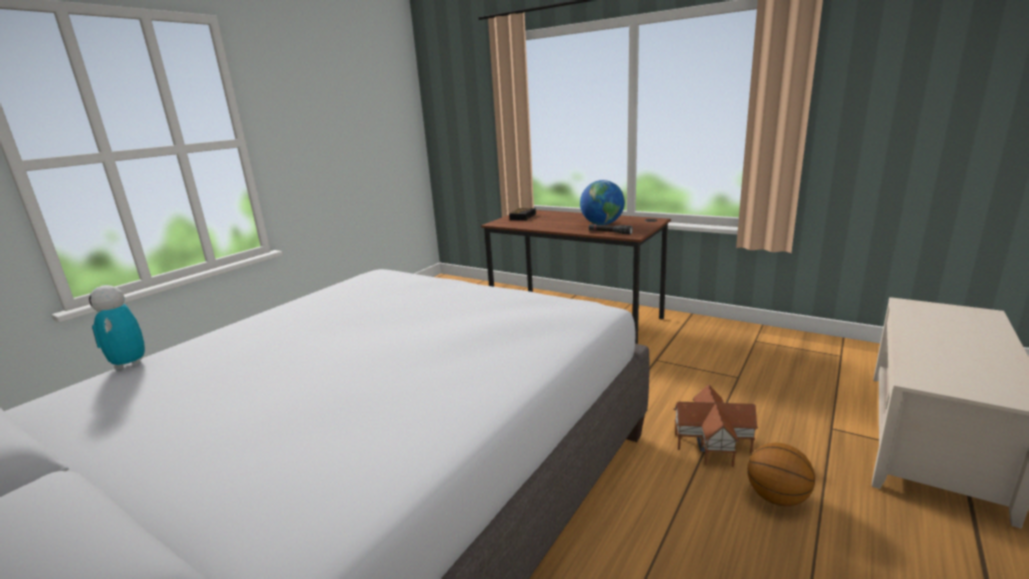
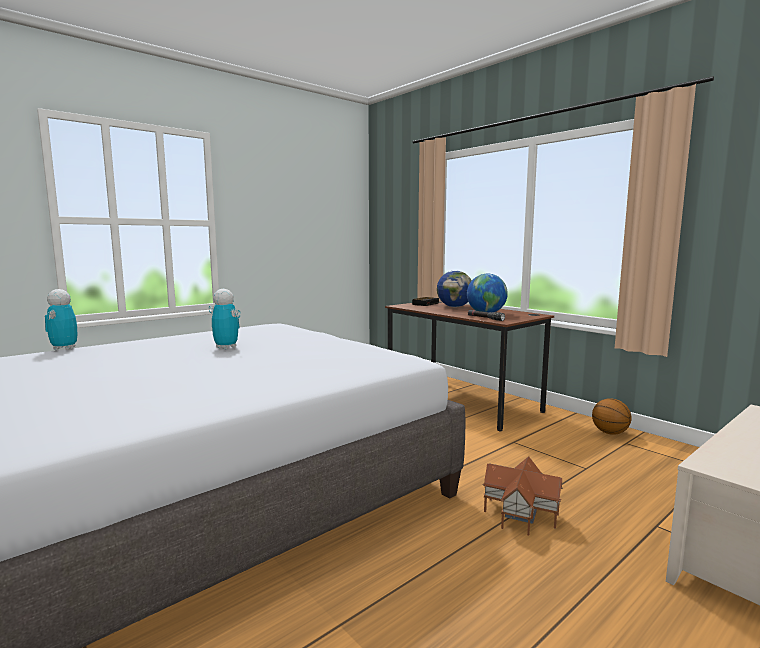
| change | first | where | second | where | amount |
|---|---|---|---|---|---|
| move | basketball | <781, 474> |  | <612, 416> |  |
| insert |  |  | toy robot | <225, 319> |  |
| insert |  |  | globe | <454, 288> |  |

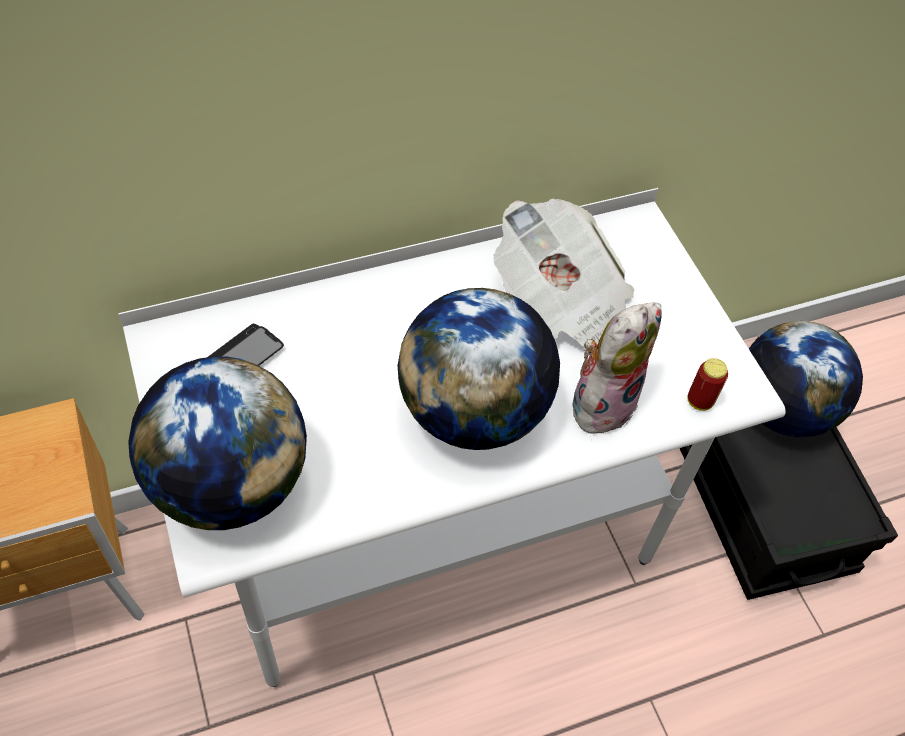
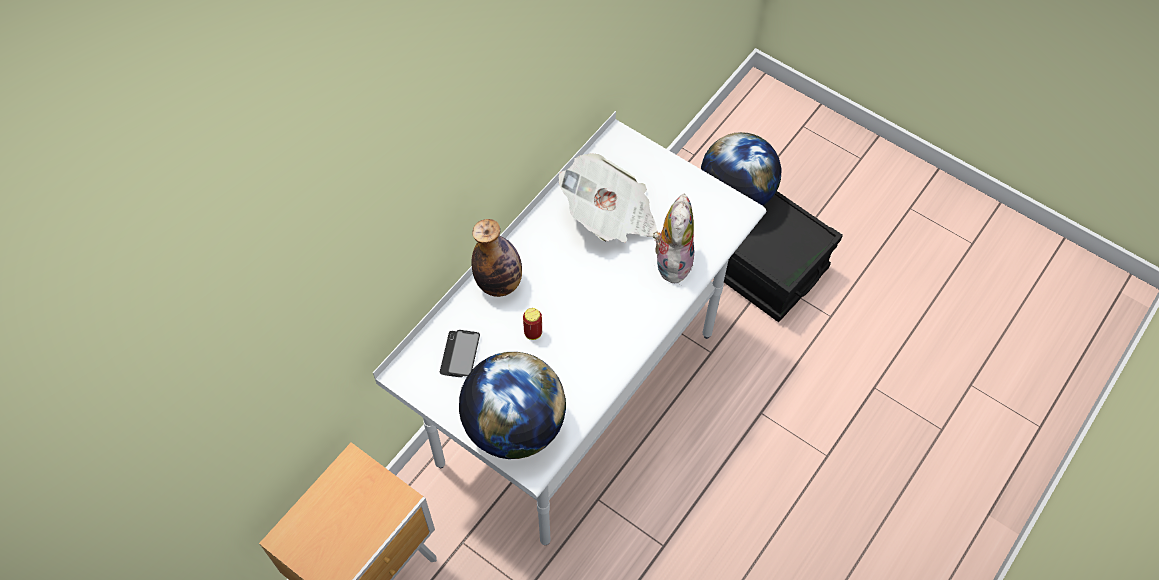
| change | first | where | second | where | amount |
|---|---|---|---|---|---|
| delete | globe | <479, 369> |  |  |  |
| move | can | <707, 384> |  | <532, 324> |  |
| insert |  |  | bottle | <496, 258> |  |

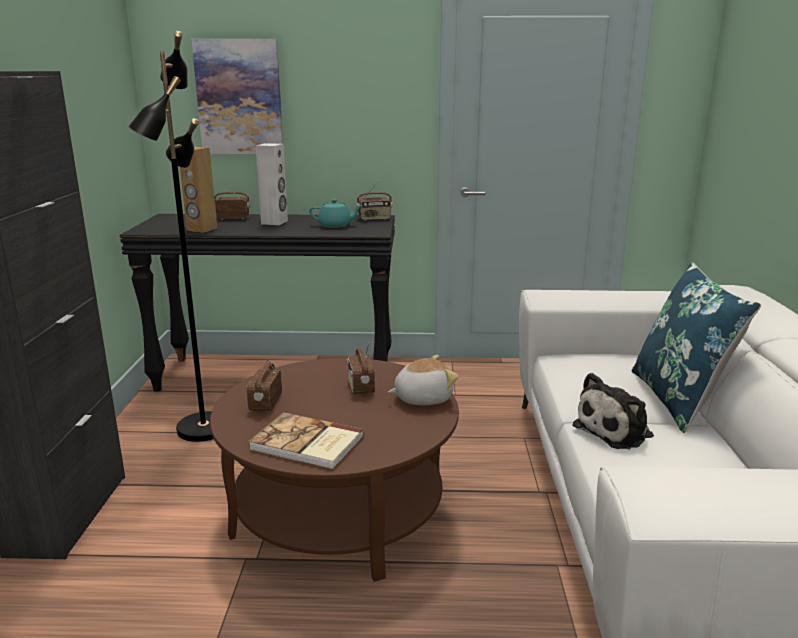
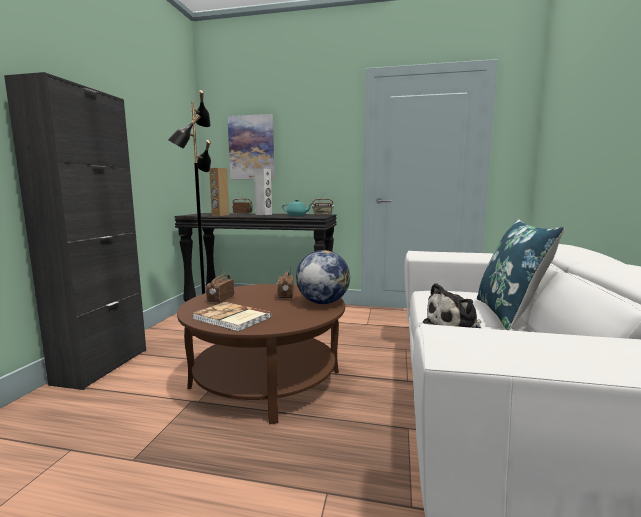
| change | first | where | second | where | amount |
|---|---|---|---|---|---|
| replace | plush toy | <423, 380> | globe | <323, 277> |  |

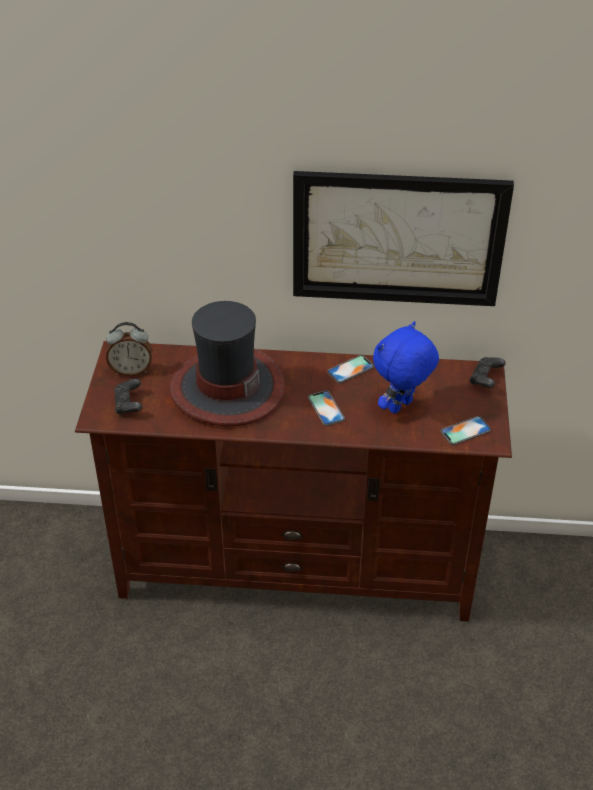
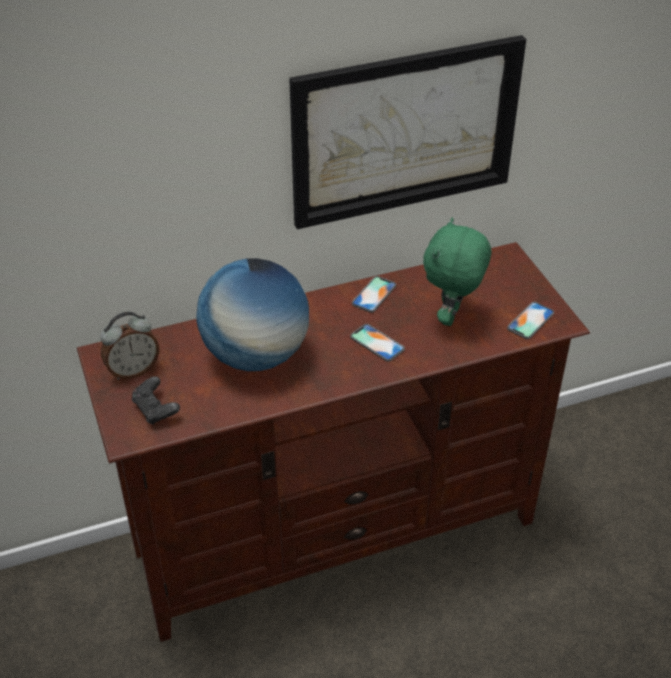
| change | first | where | second | where | amount |
|---|---|---|---|---|---|
| replace | hat | <227, 363> | globe | <252, 314> |  |
| recolor | plush toy (blue) | <406, 367> | plush toy (green) | <457, 271> |  |
| delete | game controller (black) | <487, 372> |  |  |  |

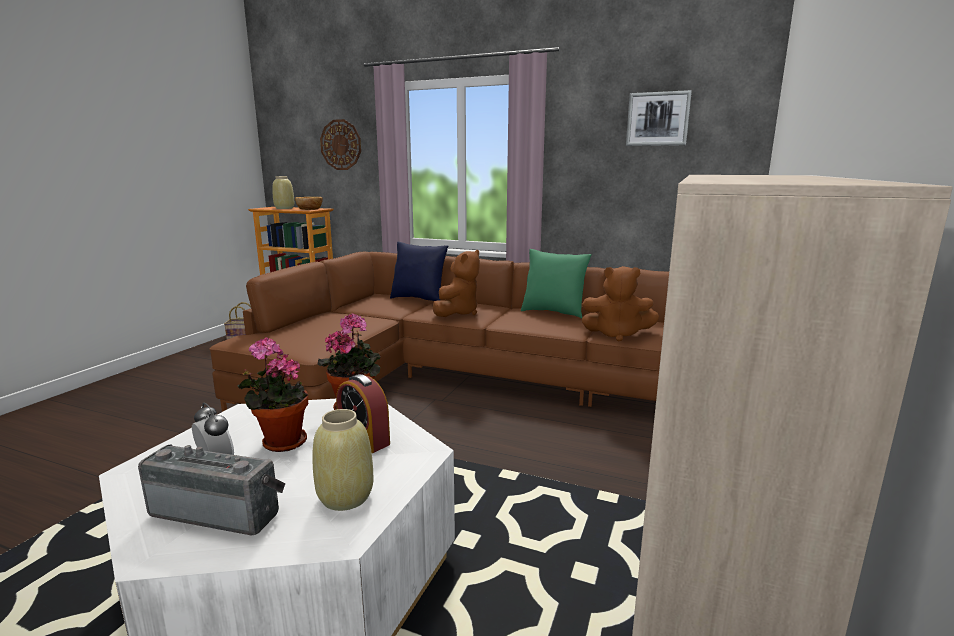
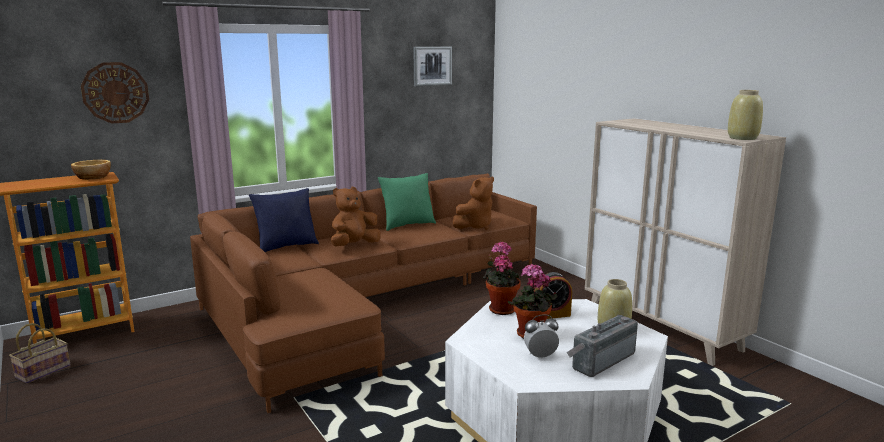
| change | first | where | second | where | amount |
|---|---|---|---|---|---|
| move | vase (beige) | <283, 192> |  | <745, 115> |  |
| rotate | plush toy (brown) | <456, 283> |  | <355, 216> | 105 degrees counterclockwise |

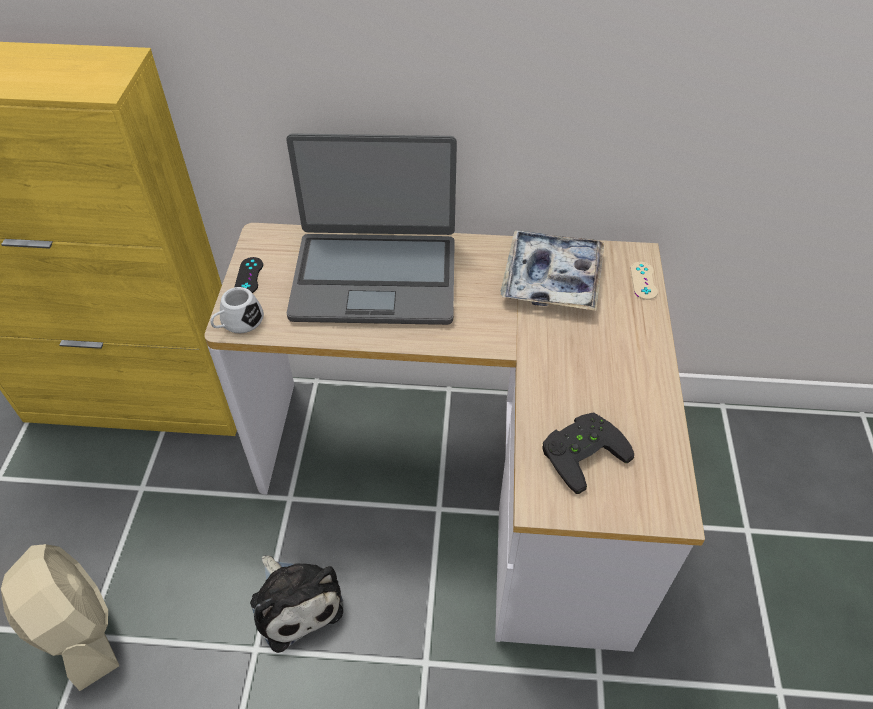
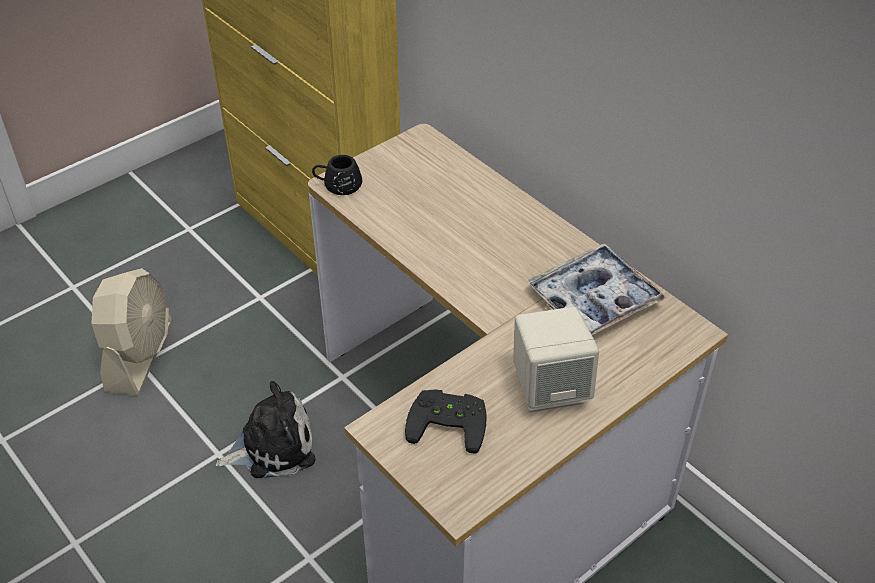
| change | first | where | second | where | amount |
|---|---|---|---|---|---|
| recolor | mug (white) | <237, 310> | mug (black) | <337, 175> |  |
| delete | game controller (black) | <249, 275> |  |  |  |
| rotate | plush toy | <296, 604> |  | <265, 429> | 120 degrees counterclockwise |
| delete | laptop | <371, 229> |  |  |  |
| delete | game controller (beige) | <644, 281> |  |  |  |
| insert |  |  | speaker (beige) | <556, 359> |  |

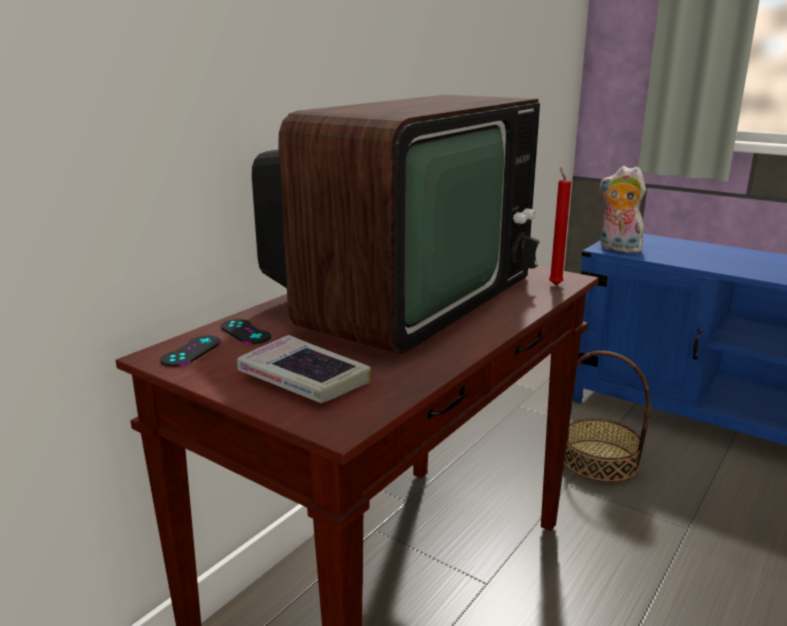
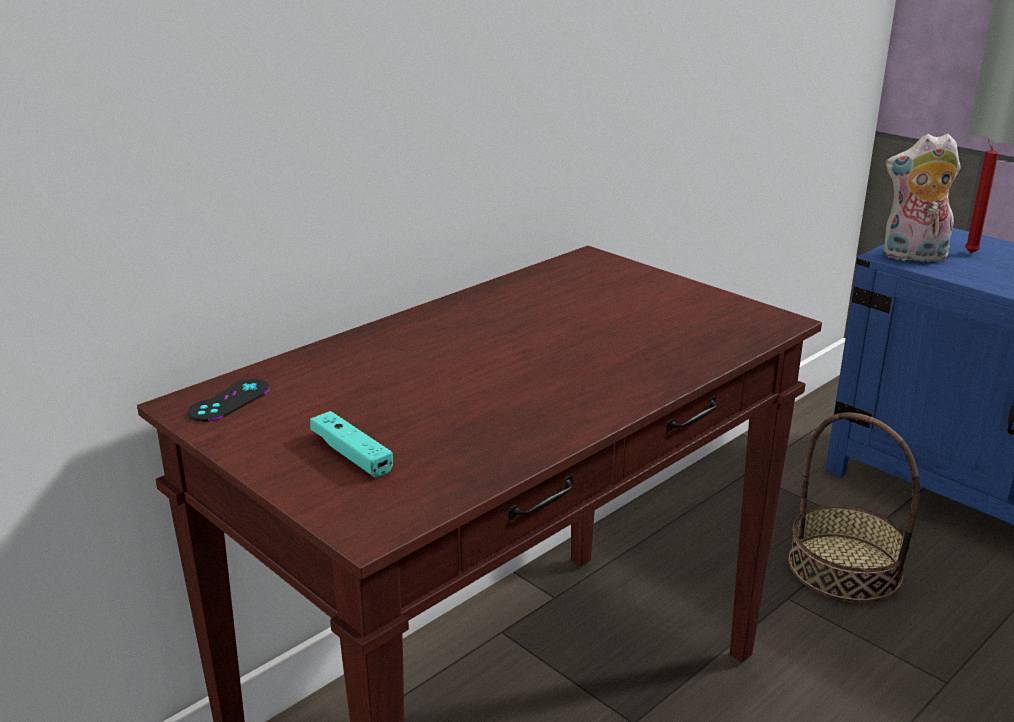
| change | first | where | second | where | amount |
|---|---|---|---|---|---|
| delete | game controller (black) | <246, 331> |  |  |  |
| replace | book | <304, 369> | game controller (turquoise) | <351, 444> |  |
| delete | television | <396, 224> |  |  |  |
| move | candle (red) | <560, 226> |  | <982, 195> |  |
| rotate | plush toy | <623, 209> |  | <922, 198> | 45 degrees counterclockwise |

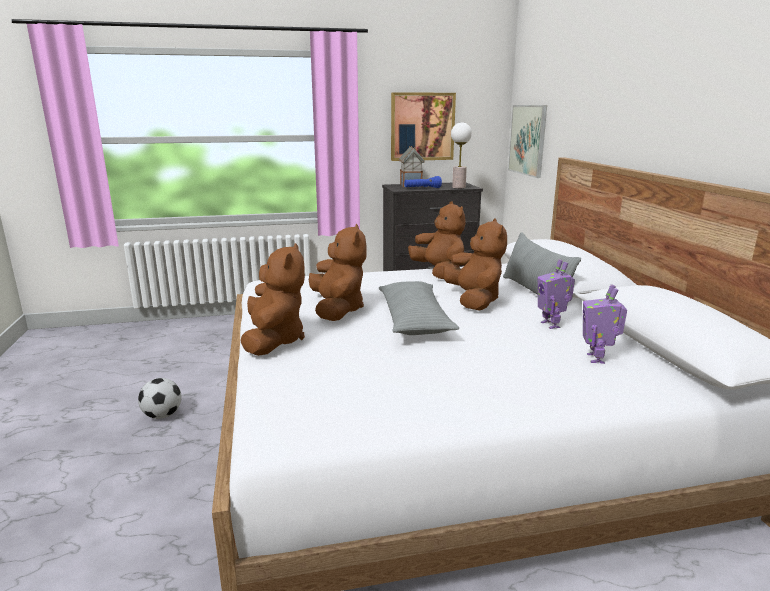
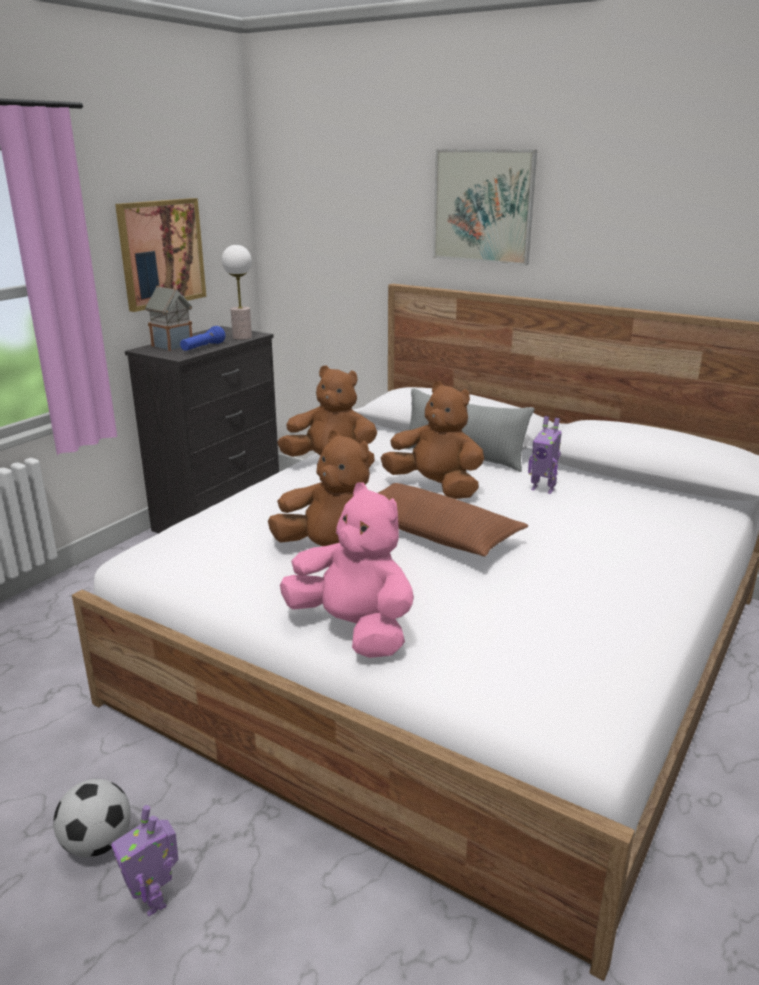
| change | first | where | second | where | amount |
|---|---|---|---|---|---|
| recolor | plush toy (brown) | <272, 299> | plush toy (pink) | <347, 570> |  |
| recolor | pillow (grey) | <419, 308> | pillow (brown) | <453, 519> |  |
| move | picture | <527, 141> |  | <485, 207> |  |
| move | toy robot | <605, 324> |  | <144, 861> |  |

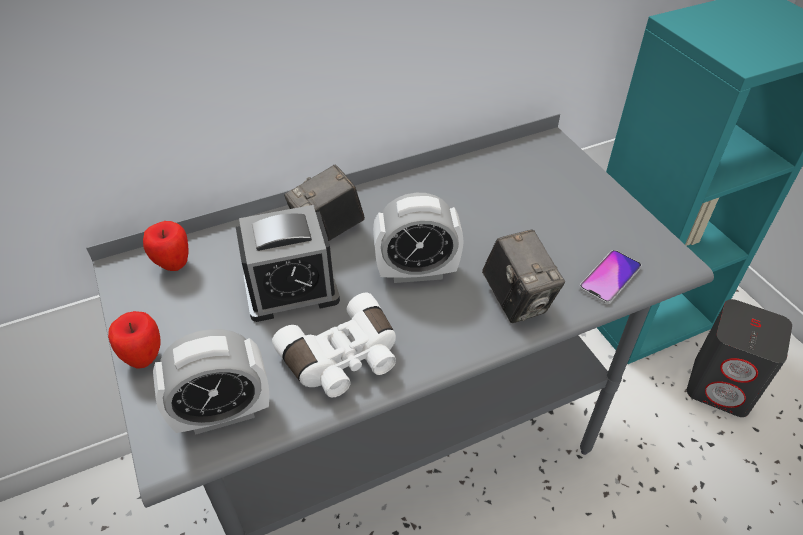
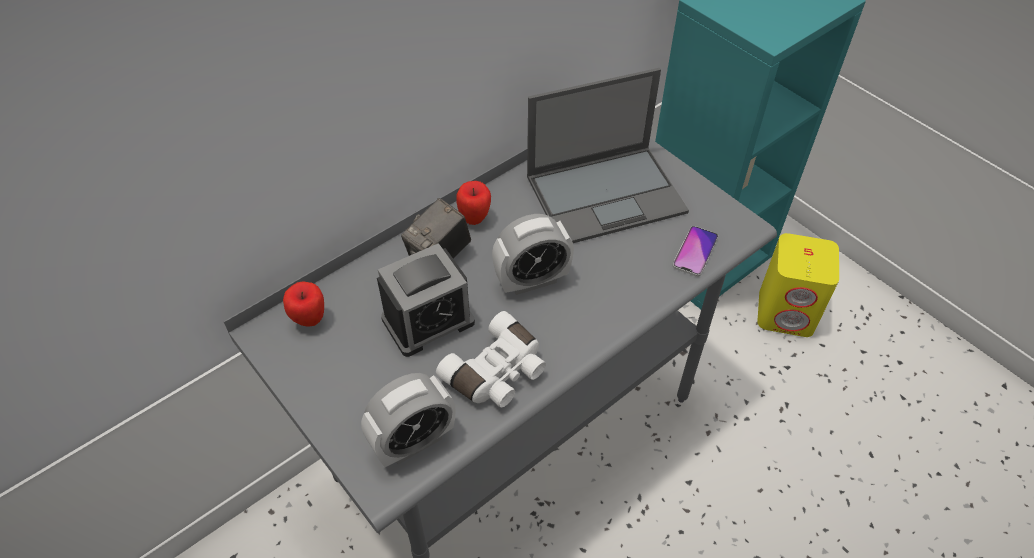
| change | first | where | second | where | amount |
|---|---|---|---|---|---|
| move | apple | <134, 340> |  | <473, 203> |  |
| delete | photo camera | <523, 276> |  |  |  |
| recolor | speaker (grey) | <739, 358> | speaker (yellow) | <798, 285> |  |
| insert |  |  | laptop | <608, 155> |  |

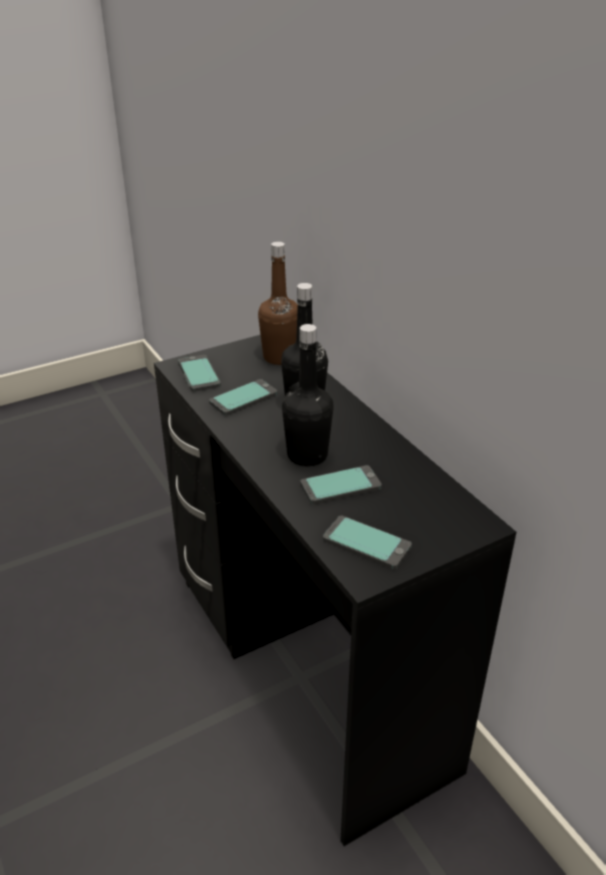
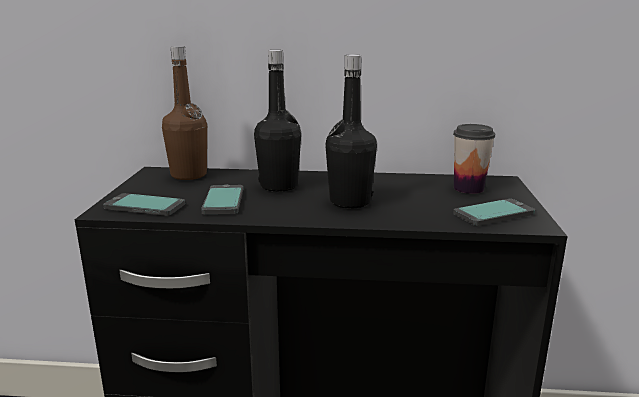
| change | first | where | second | where | amount |
|---|---|---|---|---|---|
| delete | phone | <341, 485> |  |  |  |
| insert |  |  | cup | <474, 159> |  |

